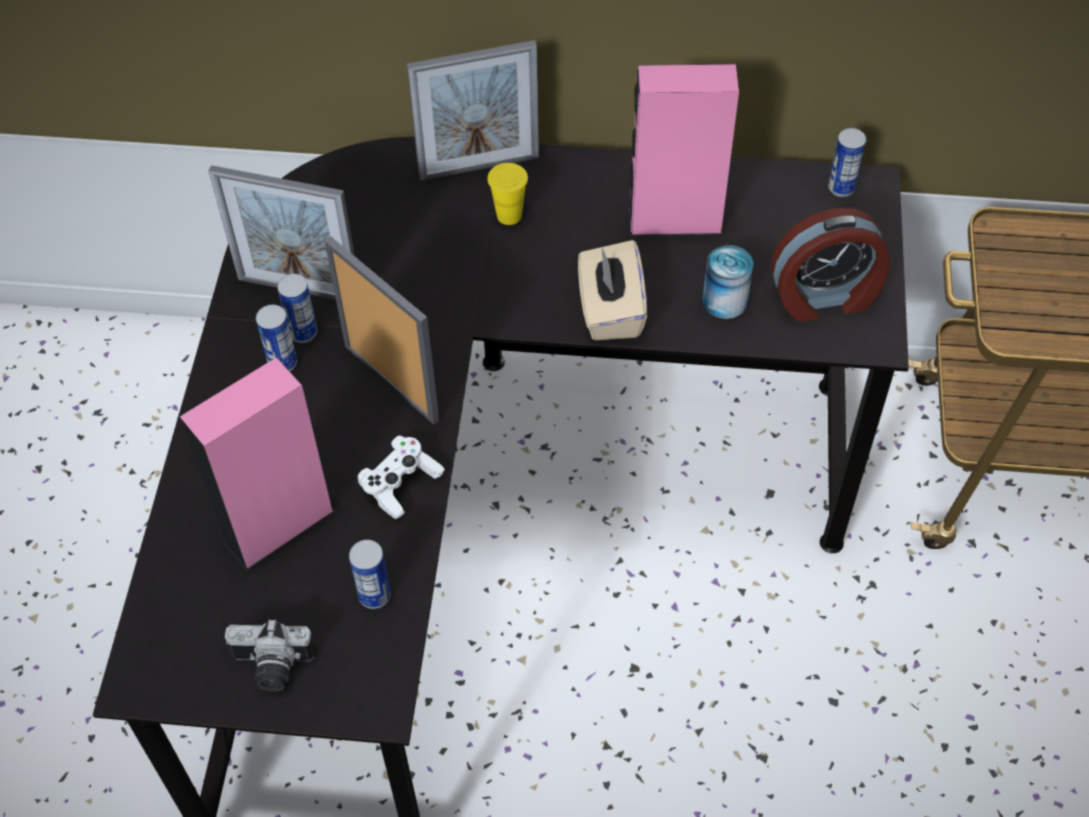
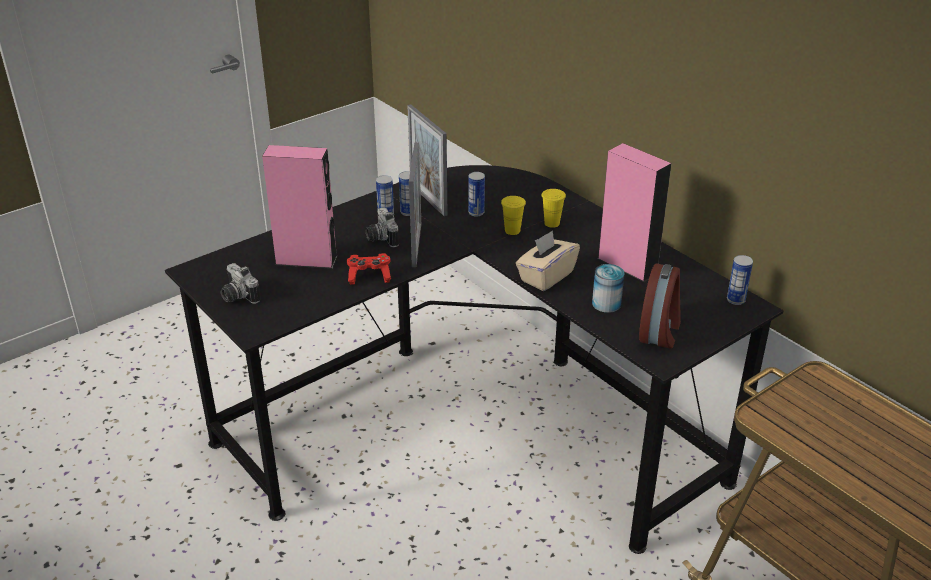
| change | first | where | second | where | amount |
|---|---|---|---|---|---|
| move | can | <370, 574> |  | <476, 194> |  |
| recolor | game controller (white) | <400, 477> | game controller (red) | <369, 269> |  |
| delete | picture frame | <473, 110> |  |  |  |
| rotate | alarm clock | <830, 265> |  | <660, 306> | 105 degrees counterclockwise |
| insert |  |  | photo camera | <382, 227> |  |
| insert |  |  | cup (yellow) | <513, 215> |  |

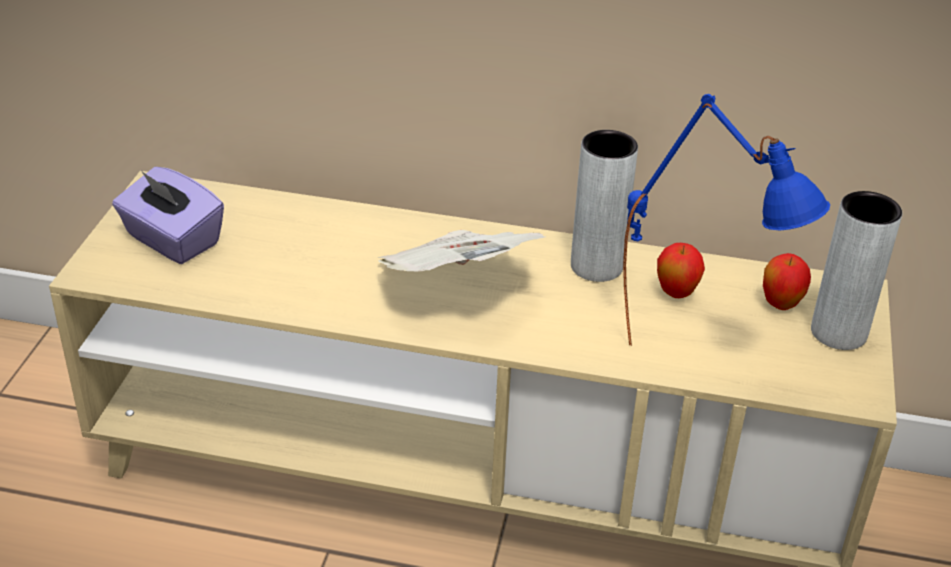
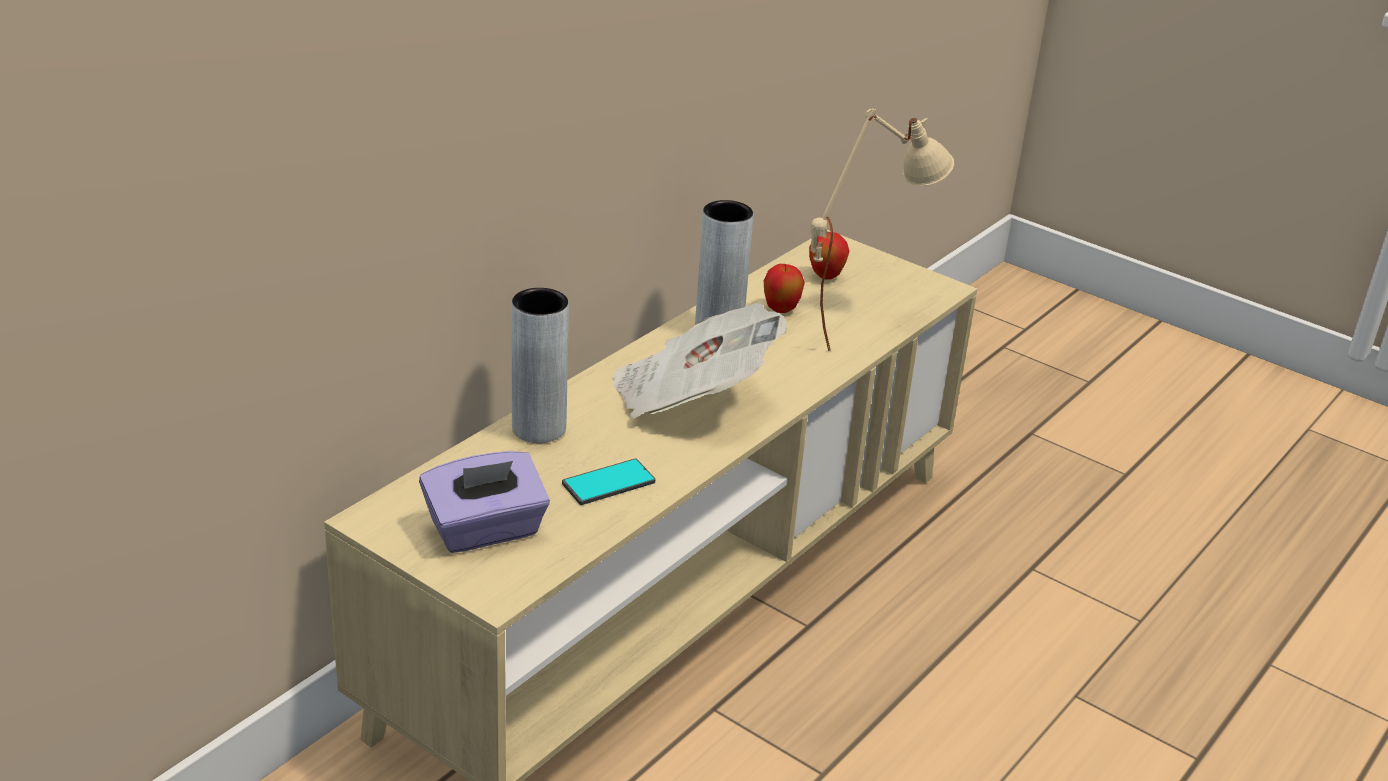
| change | first | where | second | where | amount |
|---|---|---|---|---|---|
| recolor | table lamp (blue) | <726, 220> | table lamp (beige) | <882, 229> |  |
| move | vase (grey) | <856, 270> |  | <540, 365> |  |
| insert |  |  | phone | <608, 481> |  |

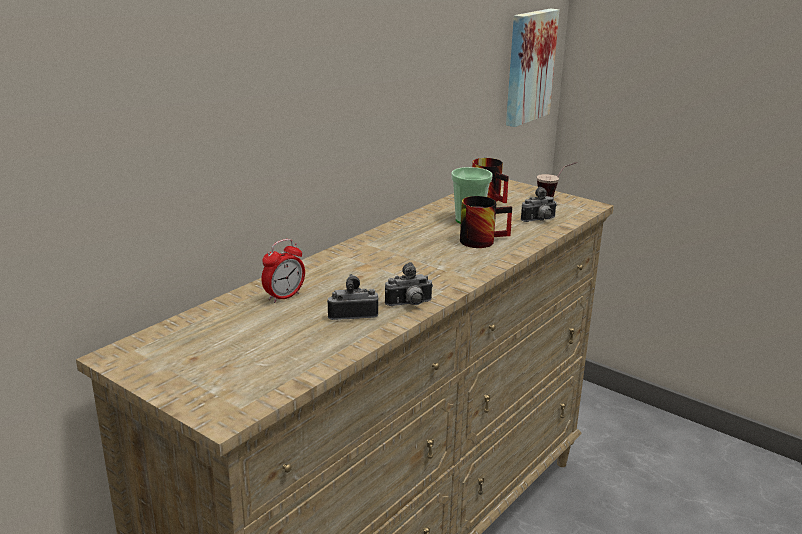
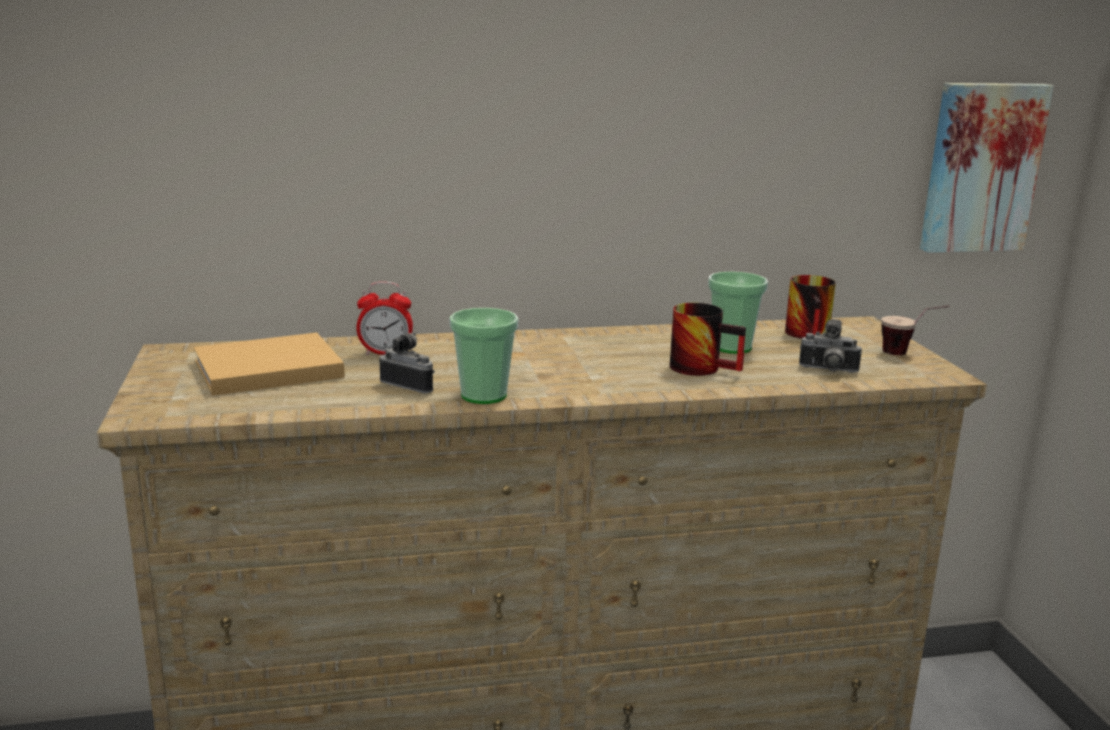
| change | first | where | second | where | amount |
|---|---|---|---|---|---|
| replace | photo camera | <409, 284> | cup | <483, 356> |  |
| insert |  |  | book (beige) | <269, 364> |  |

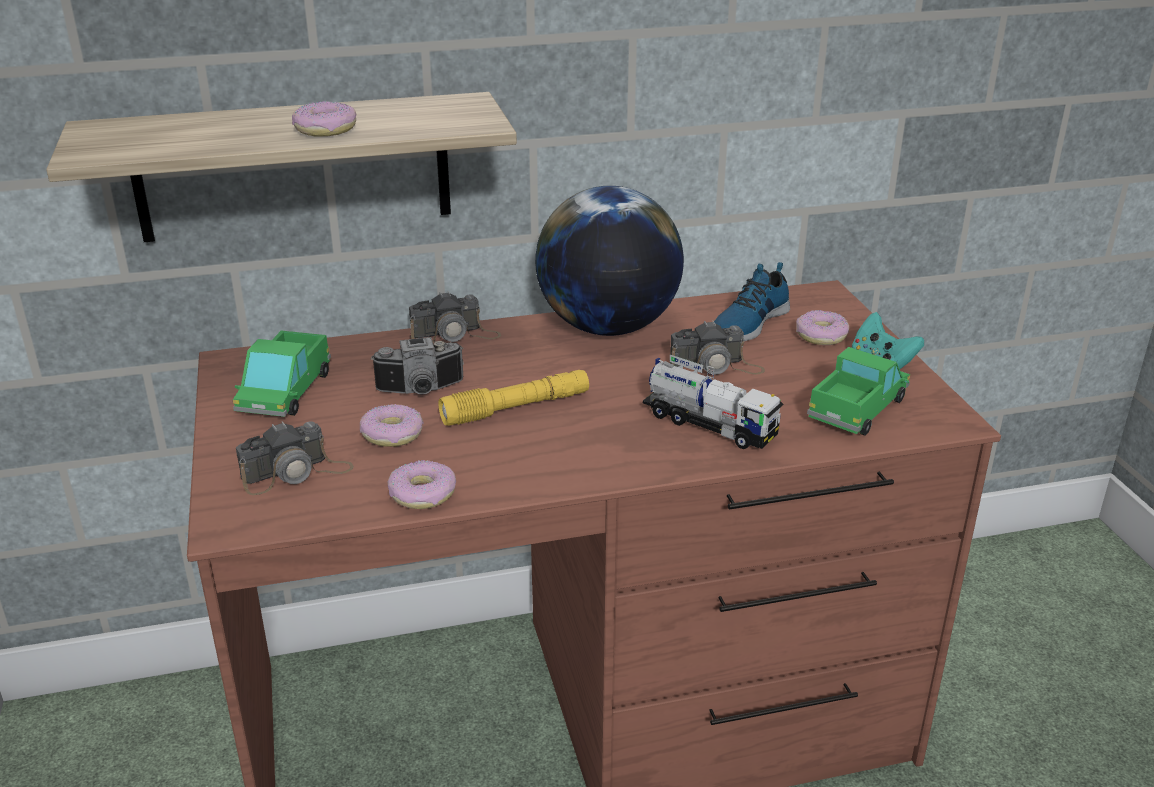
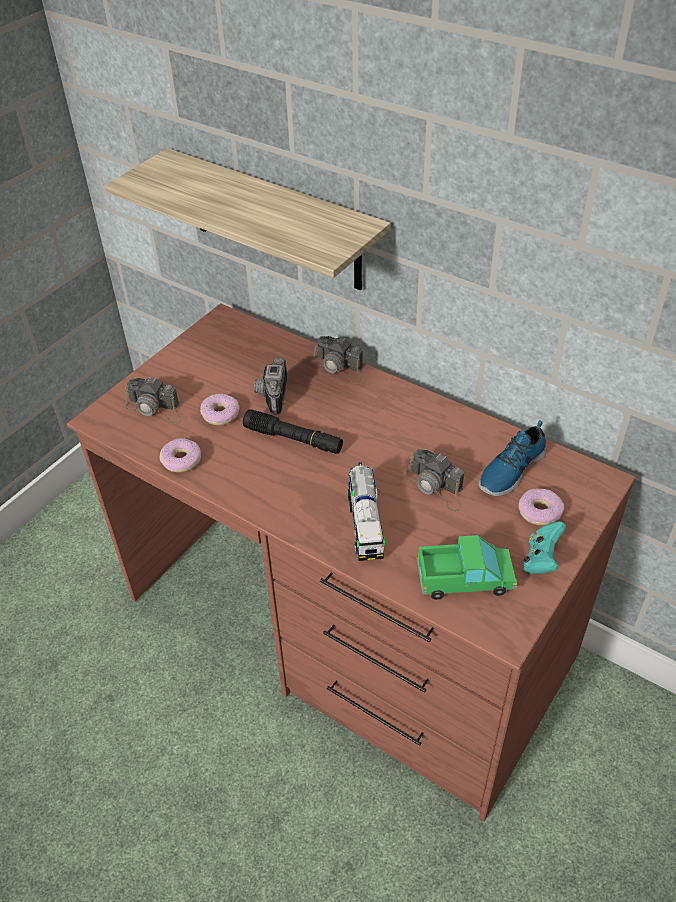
| change | first | where | second | where | amount |
|---|---|---|---|---|---|
| delete | toy truck | <282, 373> |  |  |  |
| delete | donut | <324, 118> |  |  |  |
| rotate | photo camera | <417, 366> |  | <271, 386> | 60 degrees clockwise |
| recolor | flashlight (yellow) | <513, 398> | flashlight (black) | <293, 431> |  |
| delete | globe | <609, 261> |  |  |  |
| rotate | shoe | <752, 301> |  | <512, 458> | 45 degrees counterclockwise |

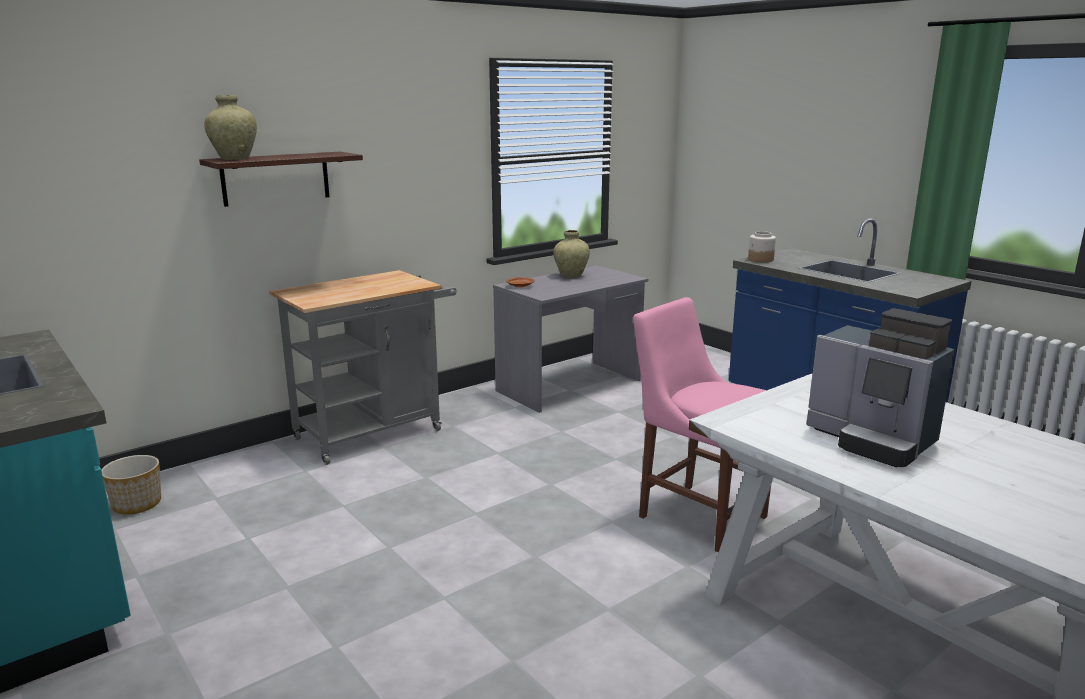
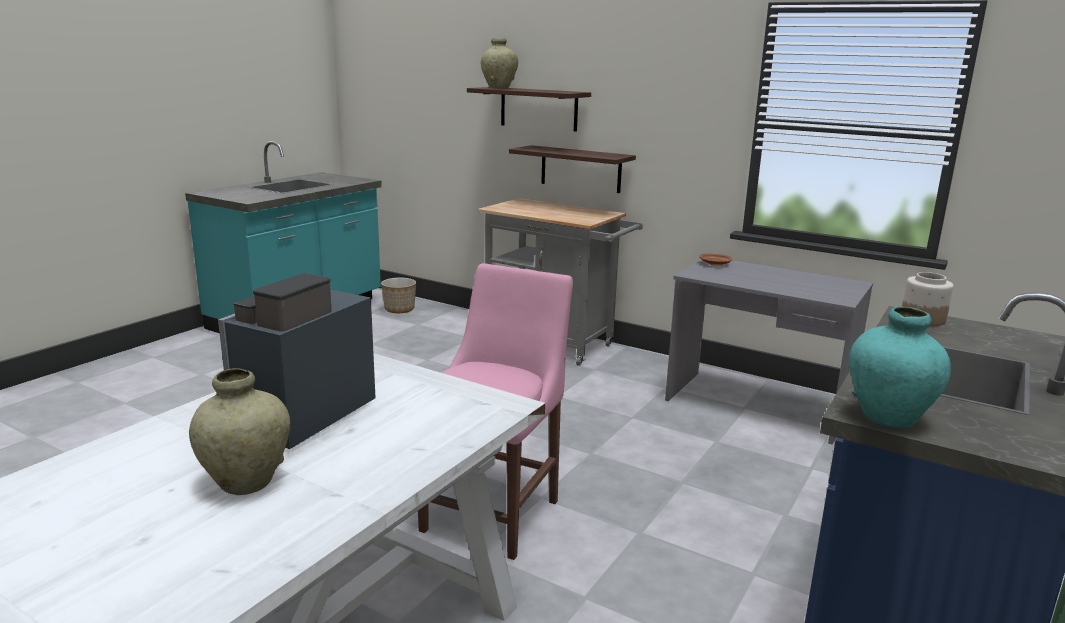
| change | first | where | second | where | amount |
|---|---|---|---|---|---|
| move | vase (beige) | <572, 254> |  | <239, 431> |  |
| insert |  |  | shelf | <572, 169> |  |
| insert |  |  | vase (turquoise) | <900, 367> |  |

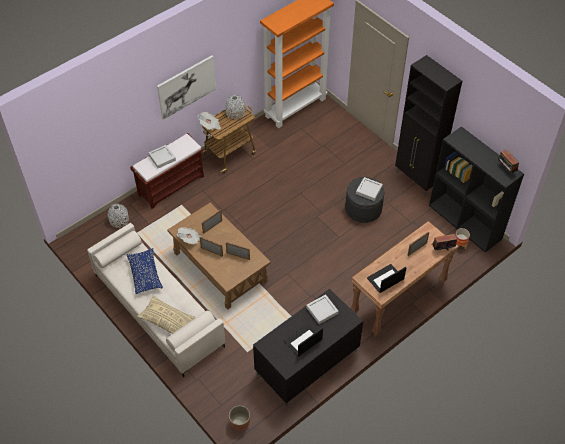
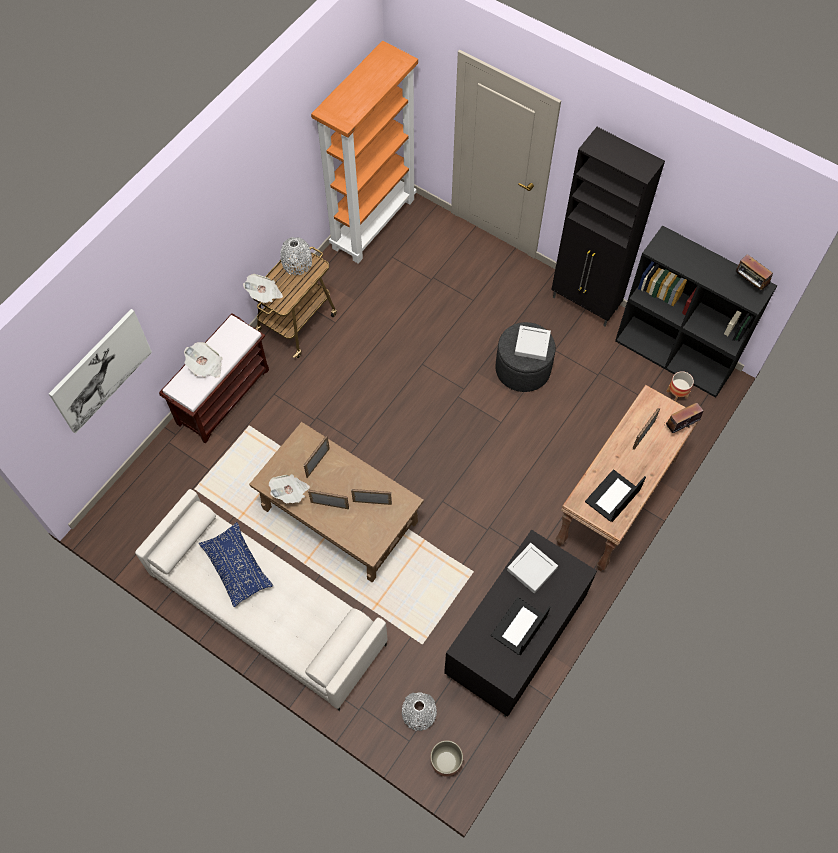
| change | first | where | second | where | amount |
|---|---|---|---|---|---|
| move | vase (grey) | <118, 215> |  | <419, 711> |  |
| delete | pillow (beige) | <166, 315> |  |  |  |
| replace | tray (grey) | <162, 156> | newspaper | <203, 360> |  |
| move | picture | <186, 87> |  | <100, 371> |  |

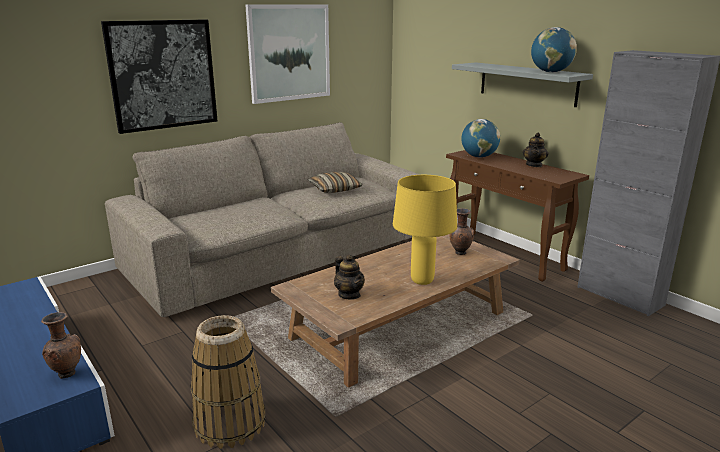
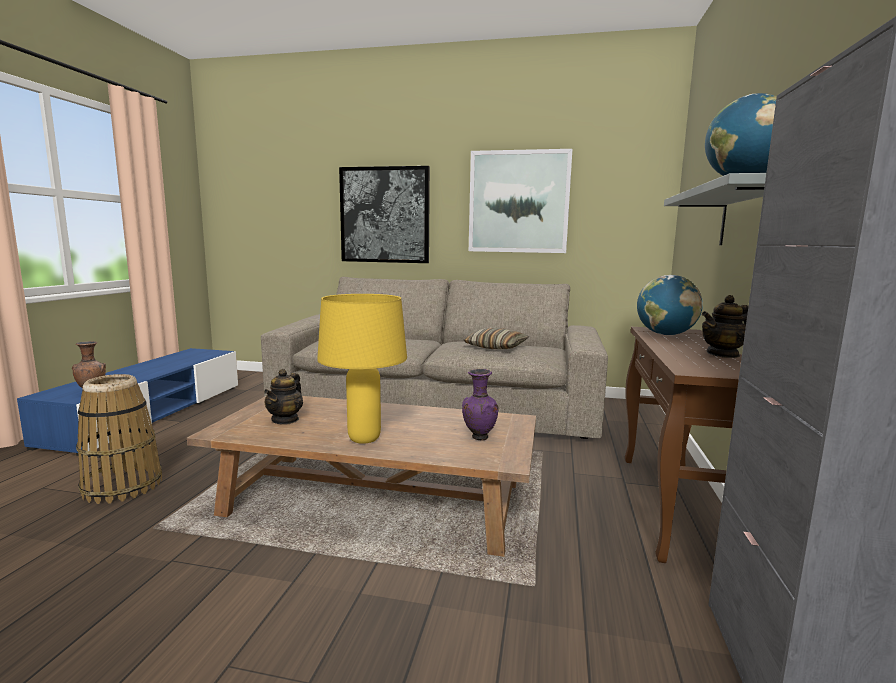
| change | first | where | second | where | amount |
|---|---|---|---|---|---|
| recolor | vase (brown) | <461, 231> | vase (purple) | <480, 405> |  |

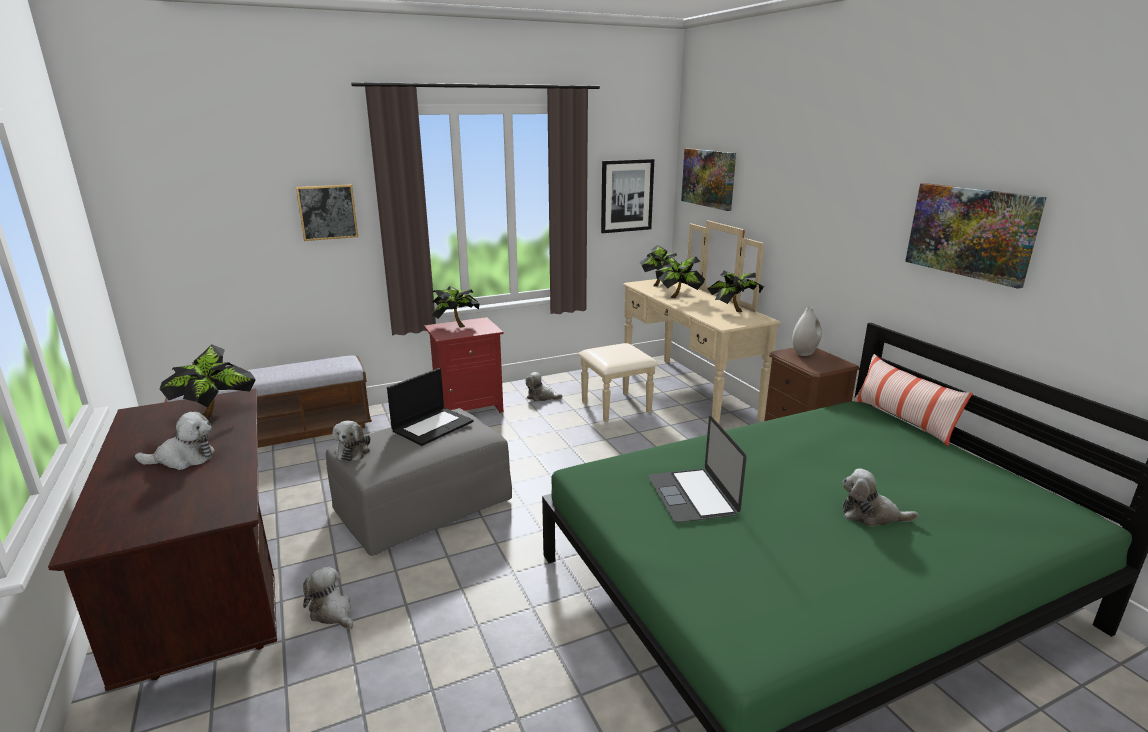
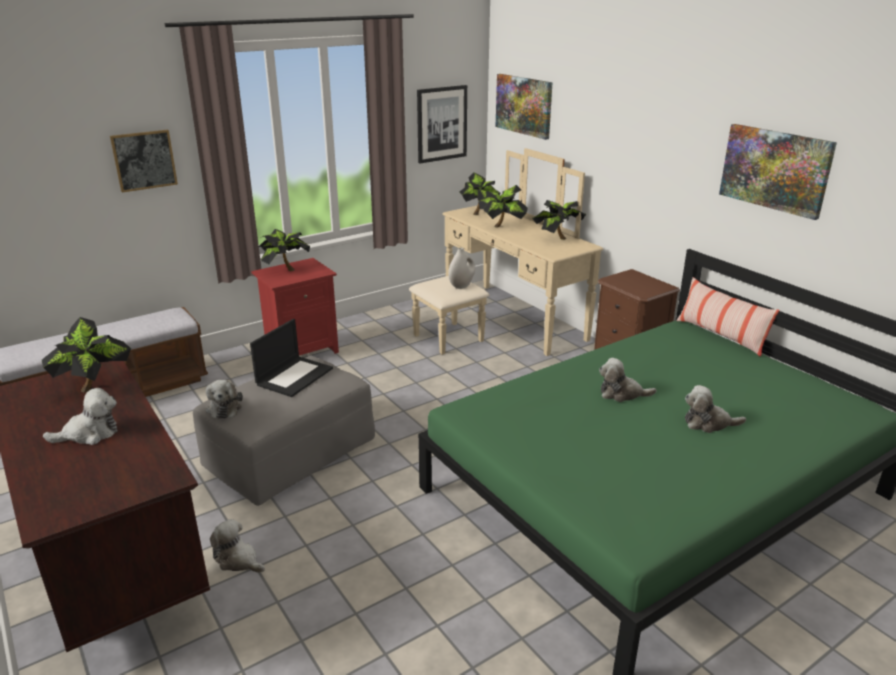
| change | first | where | second | where | amount |
|---|---|---|---|---|---|
| move | plush toy | <543, 386> |  | <627, 380> |  |
| delete | laptop | <697, 469> |  |  |  |
| move | vase (white) | <807, 331> |  | <461, 268> |  |

